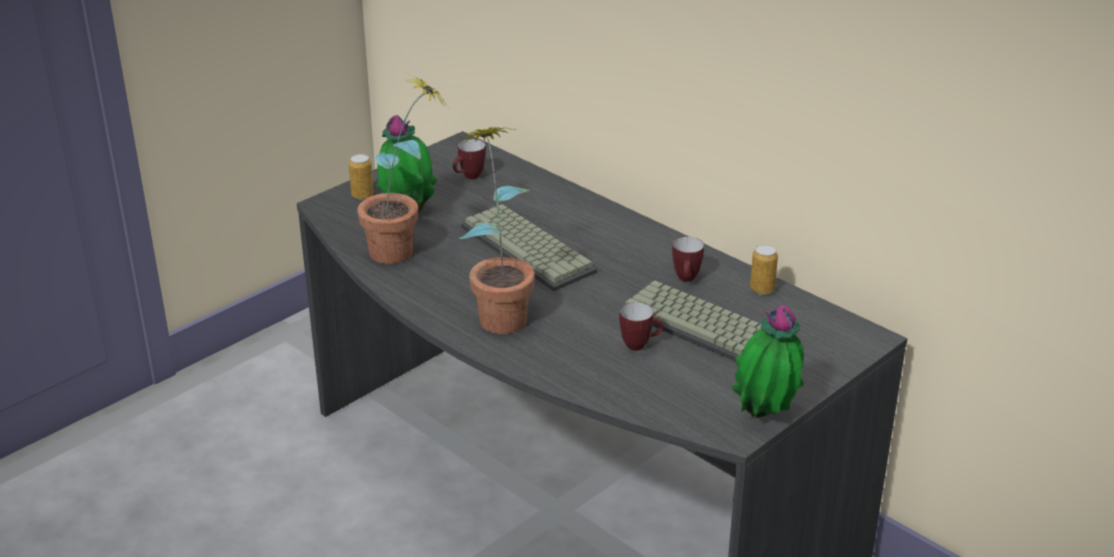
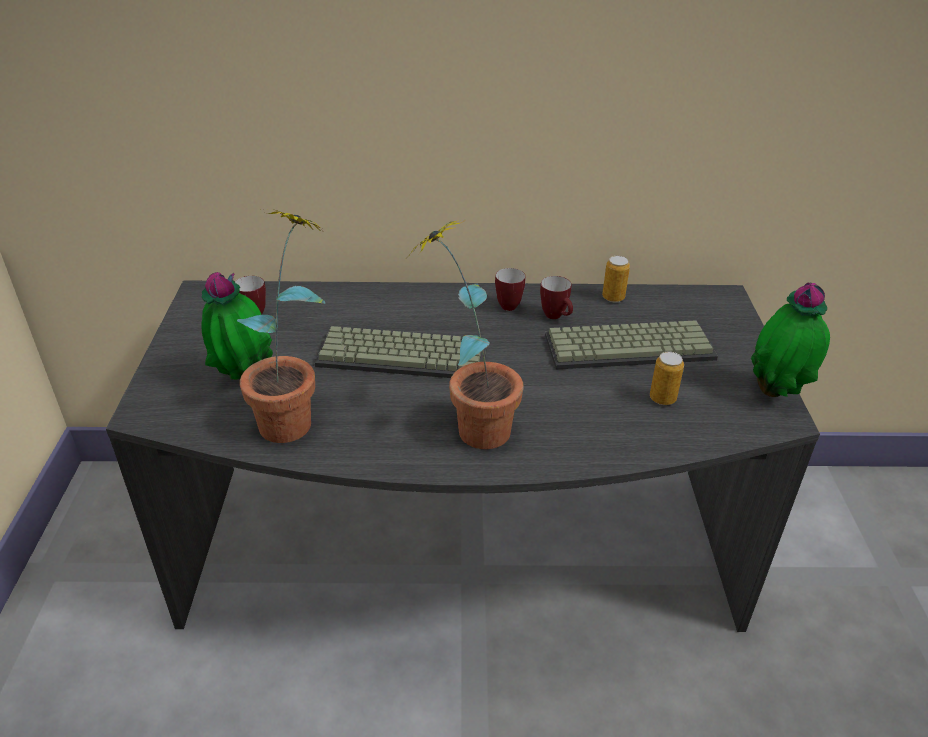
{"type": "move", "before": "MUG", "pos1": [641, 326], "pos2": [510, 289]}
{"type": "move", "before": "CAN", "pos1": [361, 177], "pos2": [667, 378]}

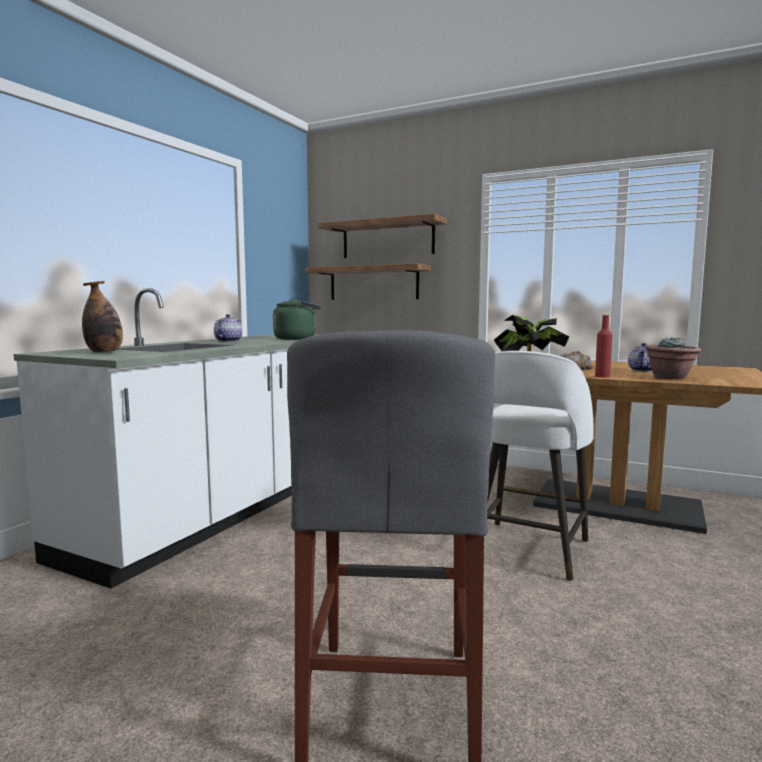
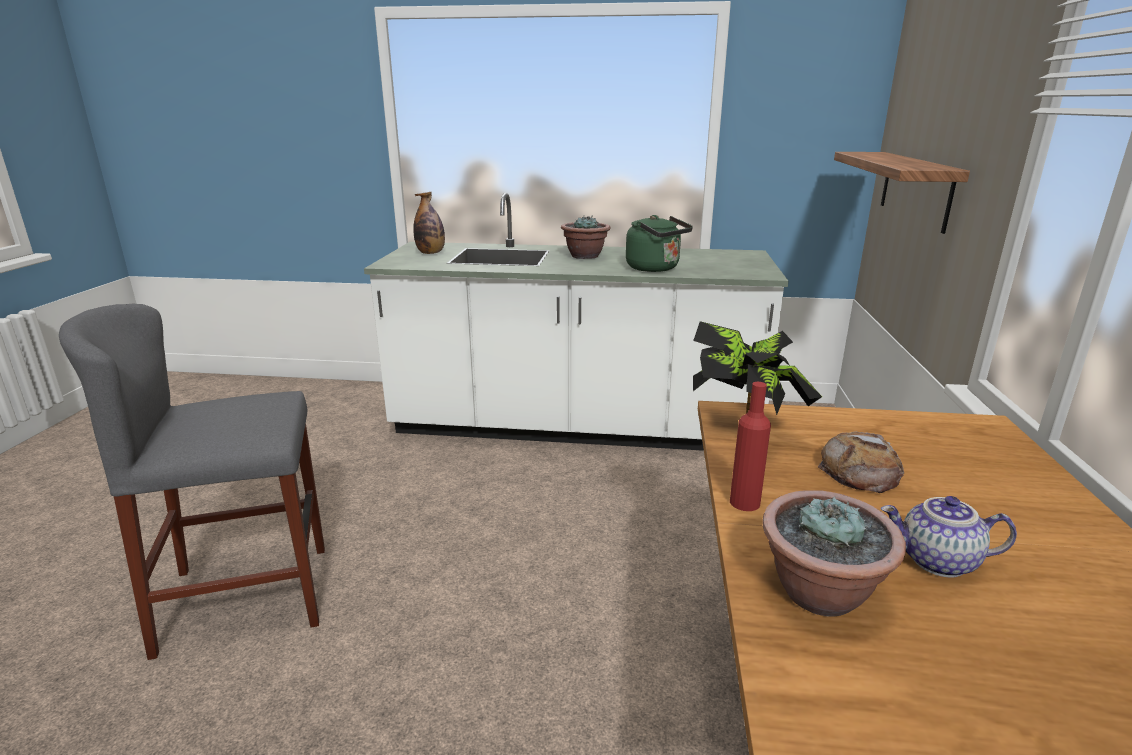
{"type": "replace", "before": "TEAPOT", "after": "POTTED PLANT", "pos1": [228, 328], "pos2": [585, 237]}
{"type": "delete", "before": "SHELF", "pos1": [382, 236]}
{"type": "delete", "before": "WHITE STOOL", "pos1": [540, 466]}

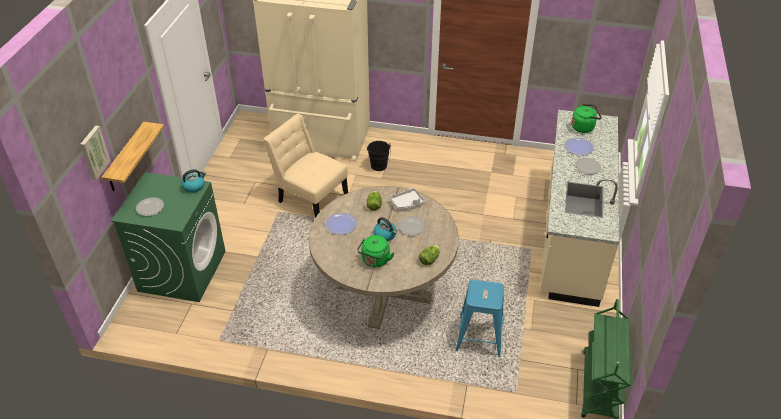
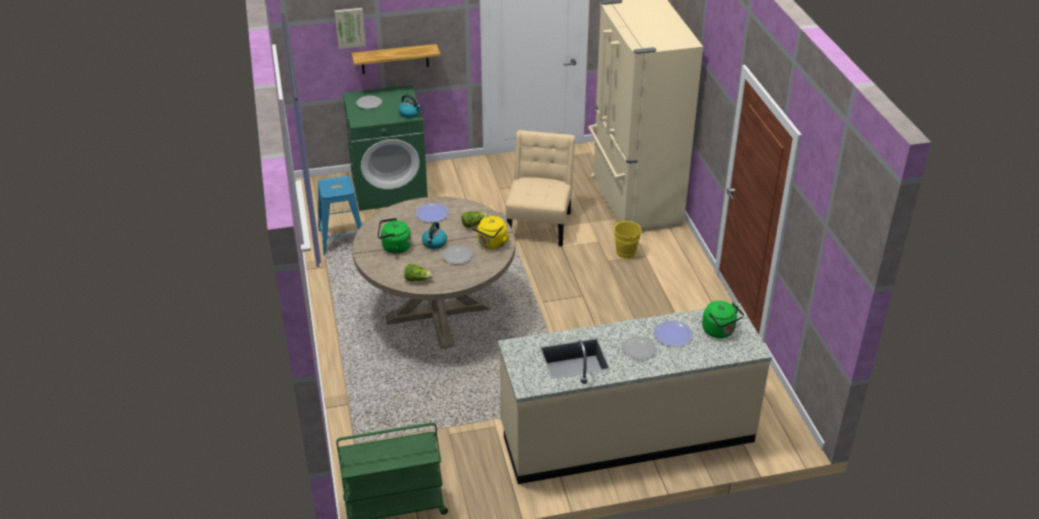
{"type": "move", "before": "BLUE STOOL", "pos1": [480, 318], "pos2": [340, 215]}
{"type": "replace", "before": "GREY TRAY", "after": "YELLOW KETTLE", "pos1": [407, 199], "pos2": [491, 232]}
{"type": "recolor", "before": "BLACK BUCKET", "after": "YELLOW BUCKET", "pos1": [379, 156], "pos2": [625, 239]}

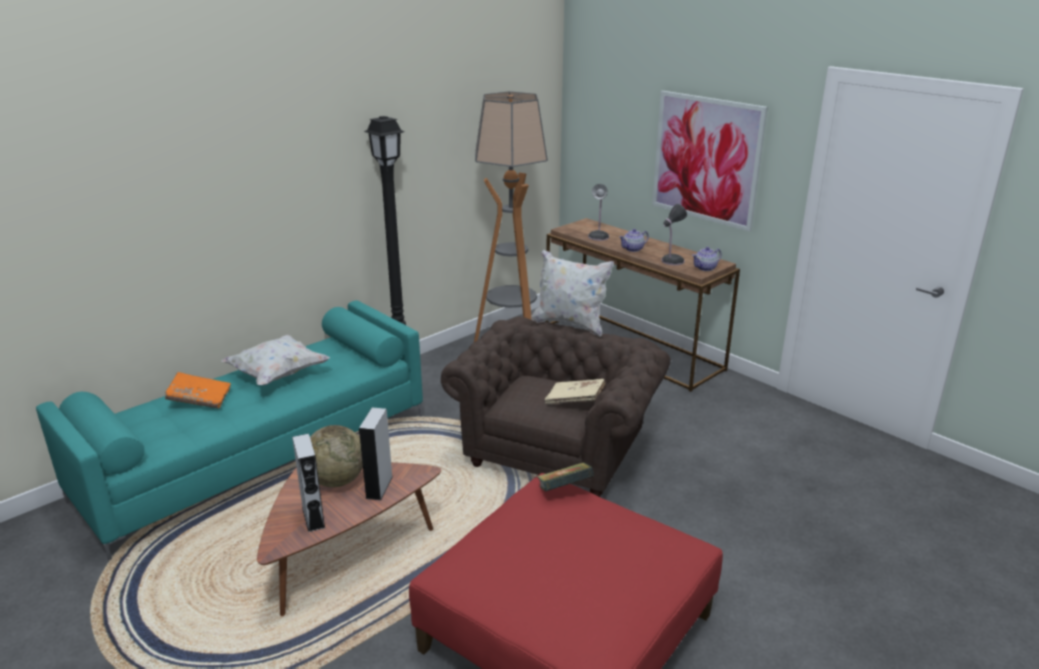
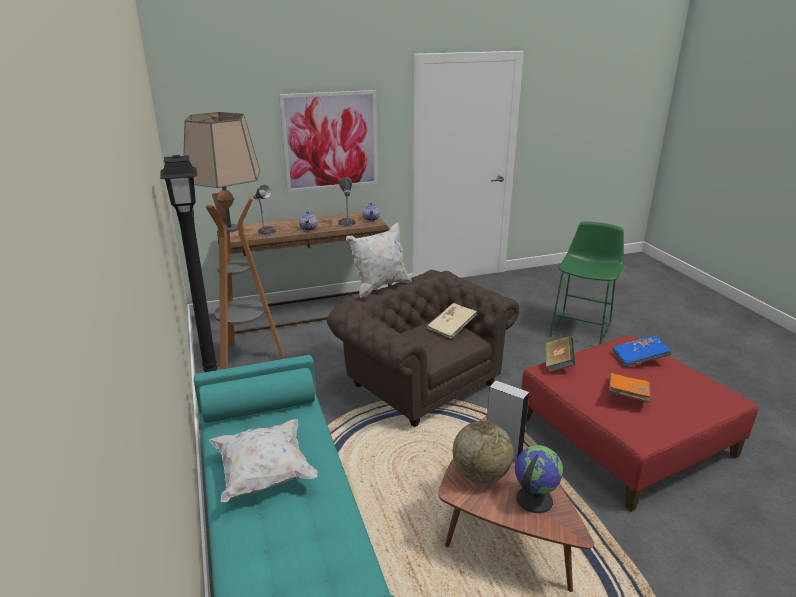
{"type": "replace", "before": "GREY SPEAKER", "after": "GLOBE", "pos1": [308, 483], "pos2": [539, 479]}
{"type": "insert", "after": "GREEN STOOL", "pos2": [587, 283]}
{"type": "move", "before": "ORANGE BOOK", "pos1": [198, 390], "pos2": [630, 387]}
{"type": "insert", "after": "BLUE BOOK", "pos2": [642, 351]}

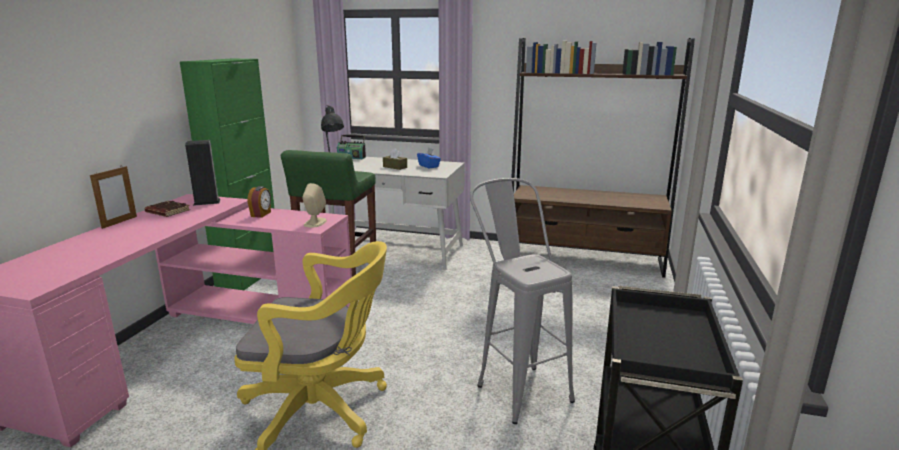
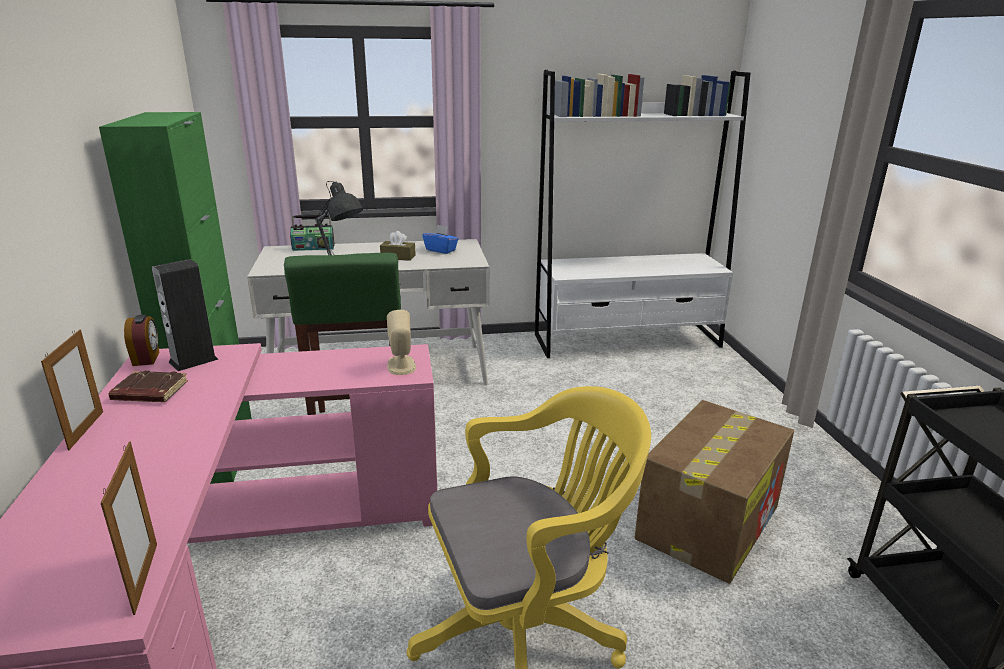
{"type": "insert", "after": "PICTURE FRAME", "pos2": [129, 528]}
{"type": "move", "before": "ALARM CLOCK", "pos1": [259, 202], "pos2": [141, 340]}
{"type": "recolor", "before": "BROWN BOOKCASE", "after": "WHITE BOOKCASE", "pos1": [603, 158], "pos2": [643, 214]}
{"type": "replace", "before": "GREY STOOL", "after": "CARDBOARD BOX", "pos1": [522, 301], "pos2": [714, 492]}

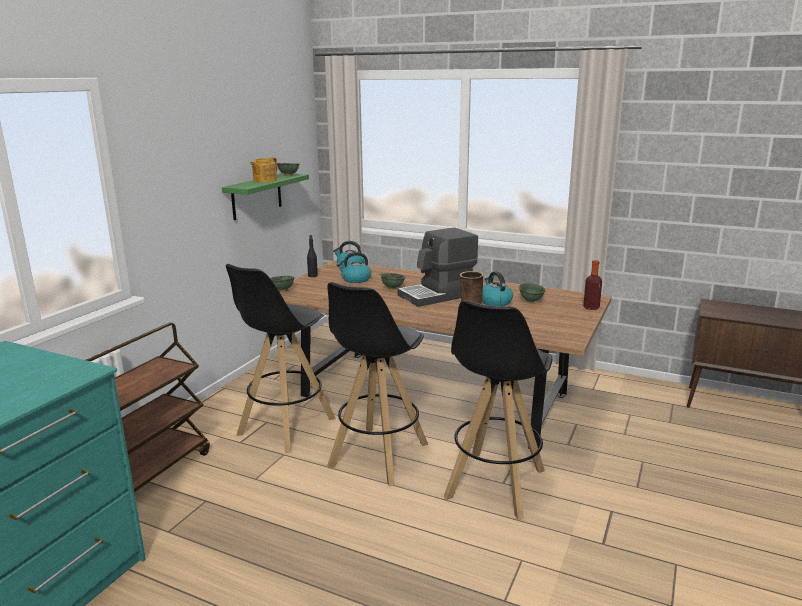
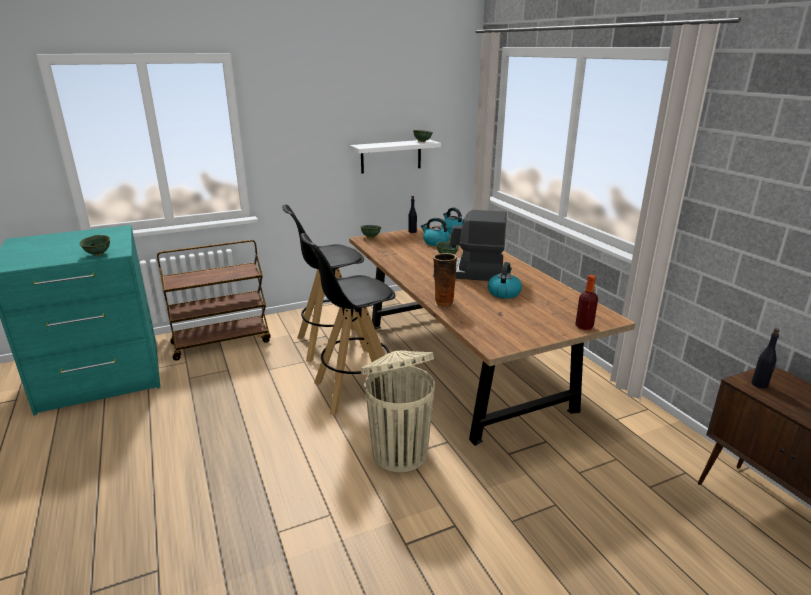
{"type": "move", "before": "GREEN BOWL", "pos1": [532, 293], "pos2": [95, 245]}
{"type": "recolor", "before": "GREEN SHELF", "after": "WHITE SHELF", "pos1": [265, 196], "pos2": [395, 156]}
{"type": "replace", "before": "BLACK STOOL", "after": "BEIGE TRASH CAN", "pos1": [498, 410], "pos2": [398, 411]}
{"type": "insert", "after": "BLACK BOTTLE", "pos2": [765, 358]}
{"type": "delete", "before": "TEAPOT", "pos1": [263, 169]}

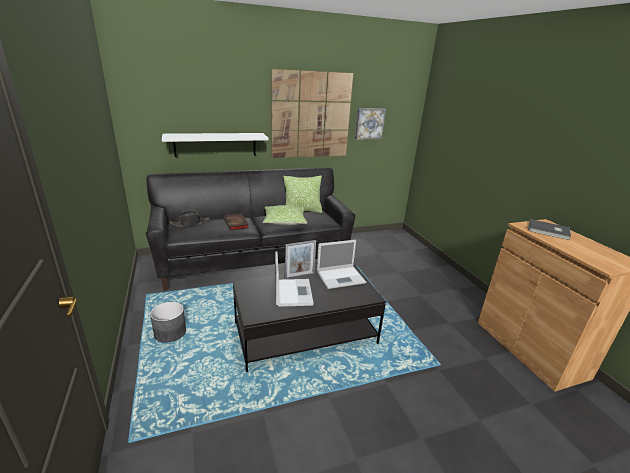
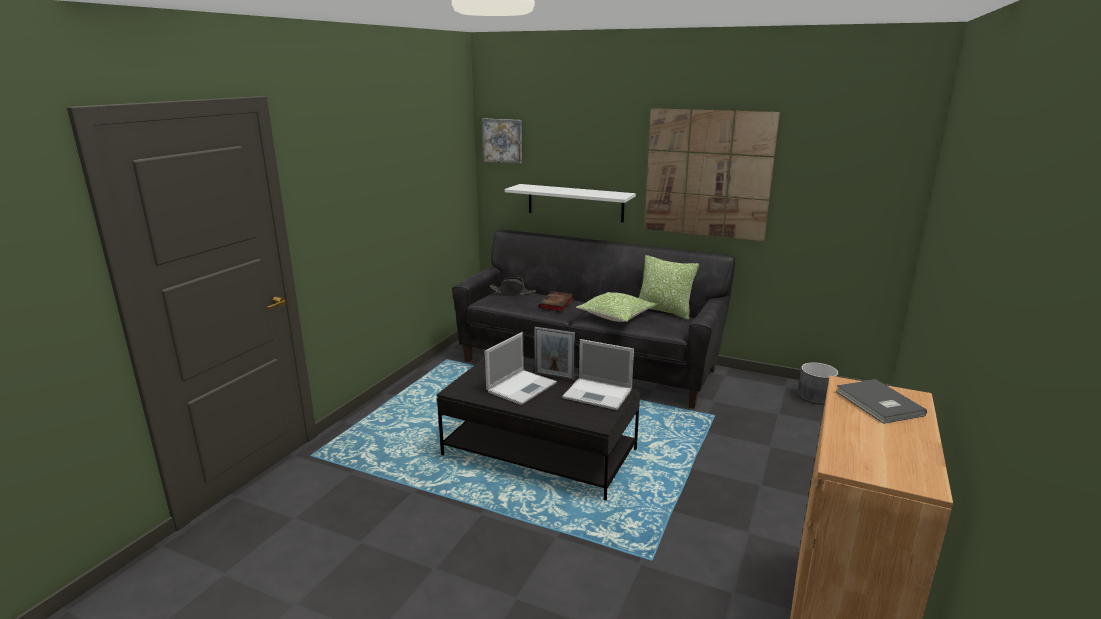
{"type": "move", "before": "PICTURE", "pos1": [370, 124], "pos2": [502, 141]}
{"type": "move", "before": "GREY PLANTER", "pos1": [168, 322], "pos2": [817, 383]}

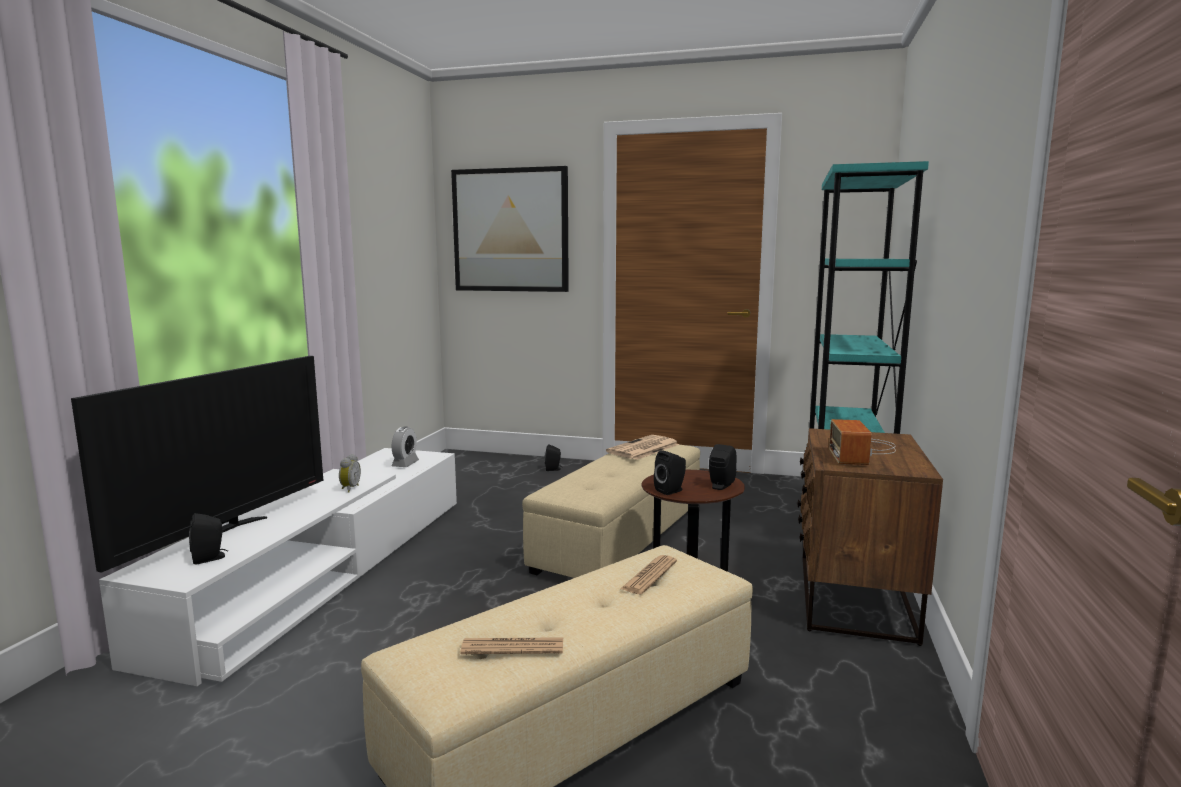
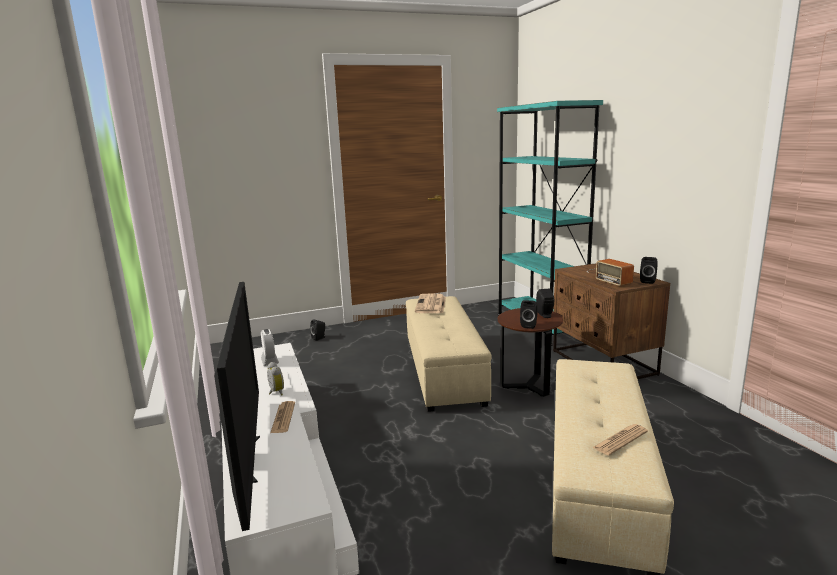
{"type": "move", "before": "NEWSPAPER", "pos1": [649, 574], "pos2": [282, 417]}
{"type": "move", "before": "BLACK SPEAKER", "pos1": [208, 539], "pos2": [649, 270]}
{"type": "delete", "before": "PICTURE", "pos1": [510, 229]}

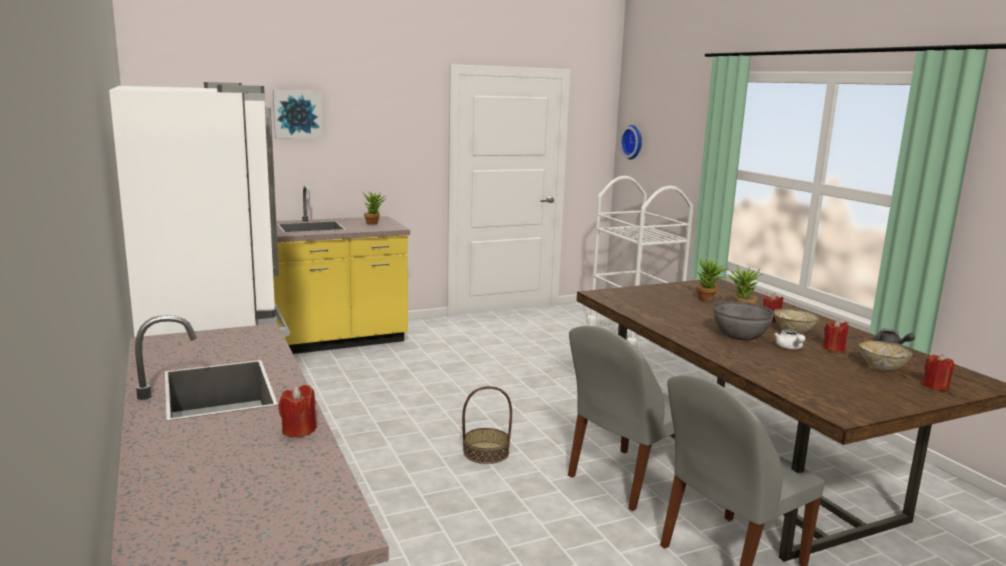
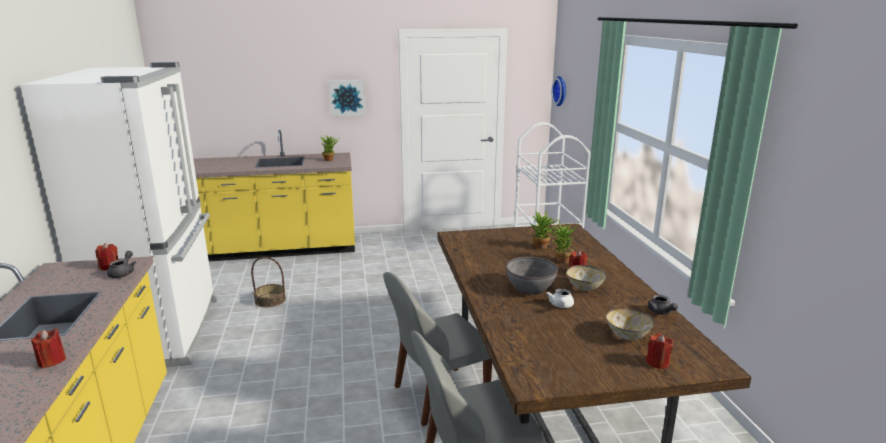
{"type": "move", "before": "RED CANDLE", "pos1": [835, 335], "pos2": [106, 256]}
{"type": "insert", "after": "GREY TEAPOT", "pos2": [121, 264]}
{"type": "move", "before": "BASKET", "pos1": [487, 425], "pos2": [268, 282]}
{"type": "move", "before": "PICTURE", "pos1": [298, 114], "pos2": [347, 98]}

